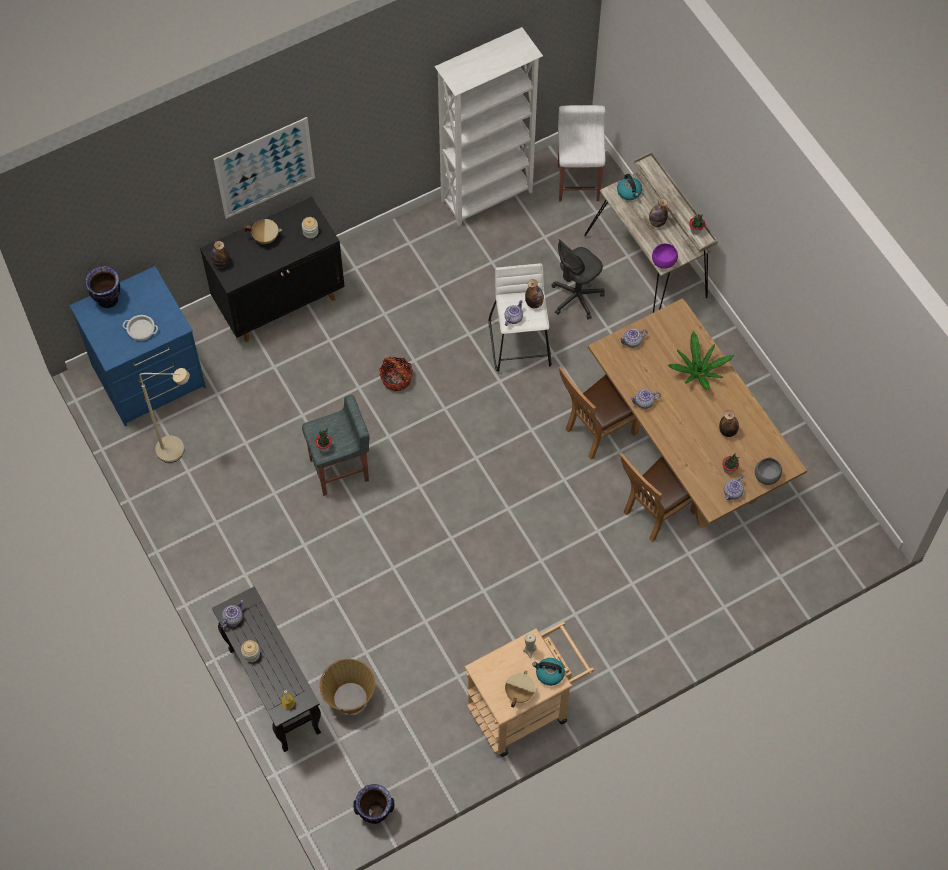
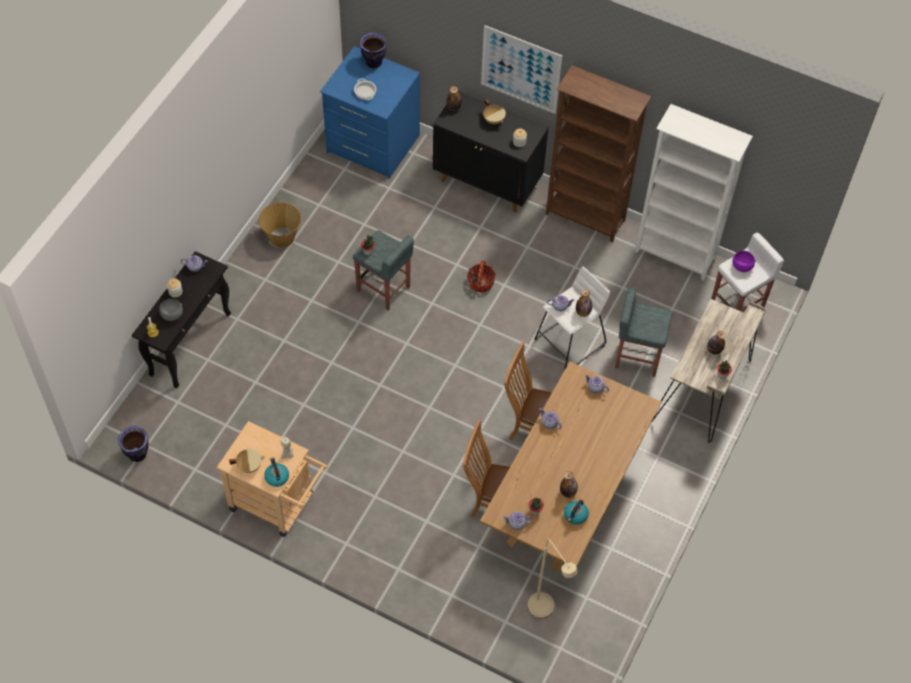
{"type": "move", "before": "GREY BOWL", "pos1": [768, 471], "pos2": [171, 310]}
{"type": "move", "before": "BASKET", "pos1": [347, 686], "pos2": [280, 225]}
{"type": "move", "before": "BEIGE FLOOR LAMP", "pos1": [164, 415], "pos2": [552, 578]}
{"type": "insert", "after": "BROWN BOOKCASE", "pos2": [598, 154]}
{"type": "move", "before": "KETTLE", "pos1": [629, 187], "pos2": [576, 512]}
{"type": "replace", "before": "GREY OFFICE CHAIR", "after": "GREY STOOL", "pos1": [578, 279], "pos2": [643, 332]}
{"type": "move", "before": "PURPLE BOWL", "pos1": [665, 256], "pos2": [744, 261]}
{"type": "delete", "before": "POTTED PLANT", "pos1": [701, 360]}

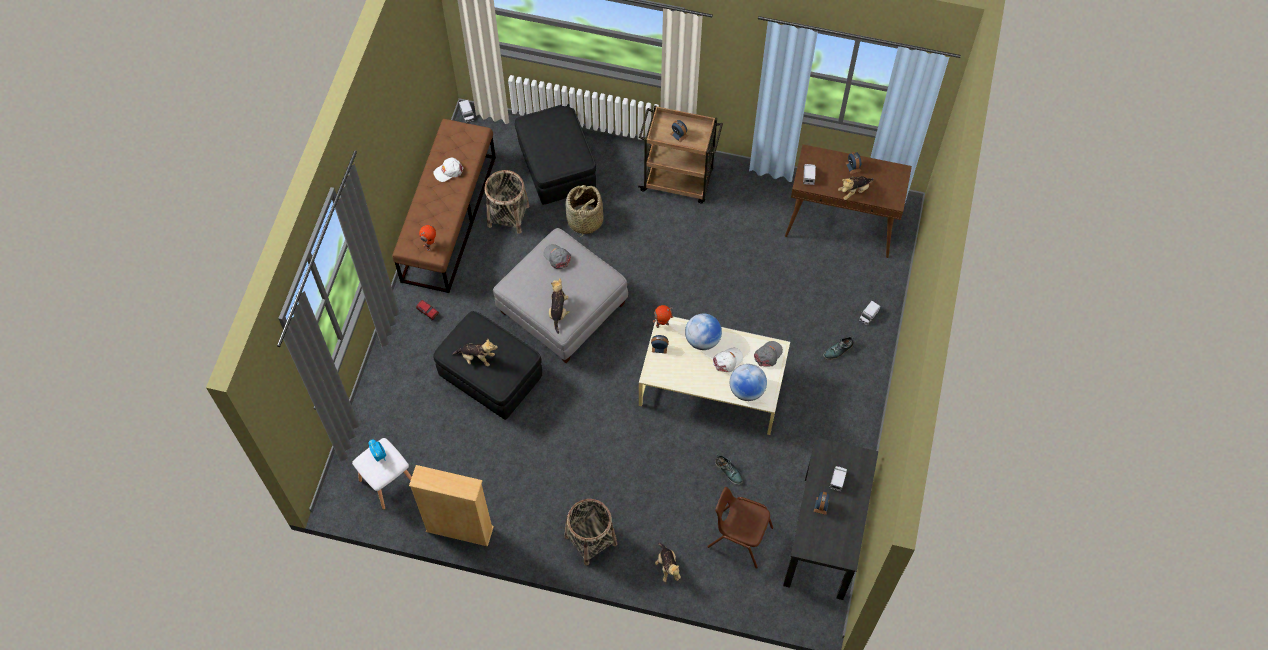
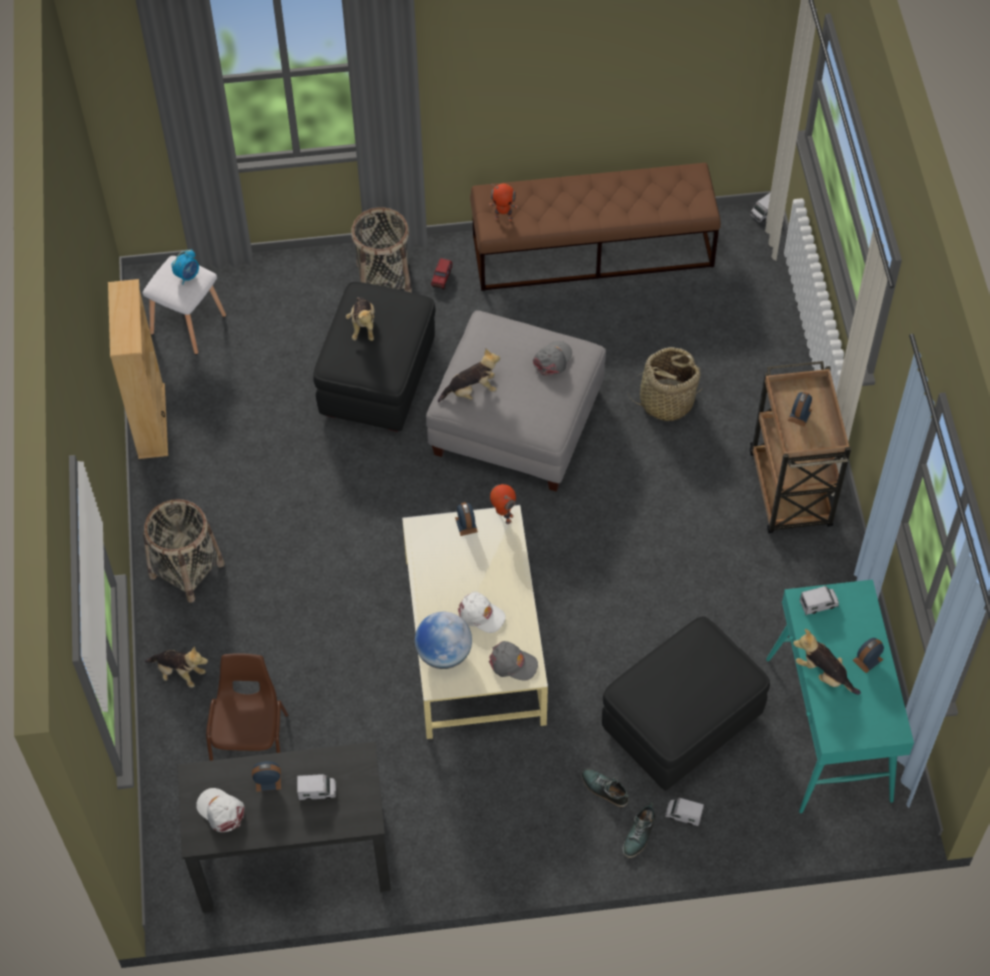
{"type": "rotate", "before": "PLUSH TOY", "pos1": [668, 562], "pos2": [176, 667], "turn": -120}
{"type": "move", "before": "WHITE CAP", "pos1": [448, 169], "pos2": [220, 810]}
{"type": "move", "before": "BASKET", "pos1": [507, 202], "pos2": [381, 250]}
{"type": "move", "before": "BLACK OTTOMAN", "pos1": [555, 154], "pos2": [686, 703]}
{"type": "move", "before": "SHOE", "pos1": [729, 469], "pos2": [639, 830]}
{"type": "recolor", "before": "BROWN CONSOLE TABLE", "after": "TURQUOISE CONSOLE TABLE", "pos1": [848, 201], "pos2": [840, 696]}
{"type": "delete", "before": "GLOBE", "pos1": [703, 331]}

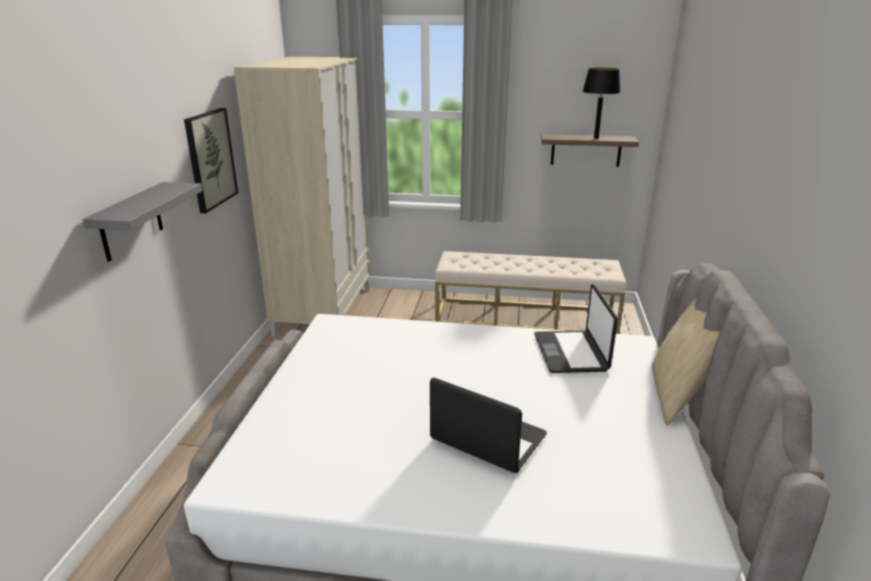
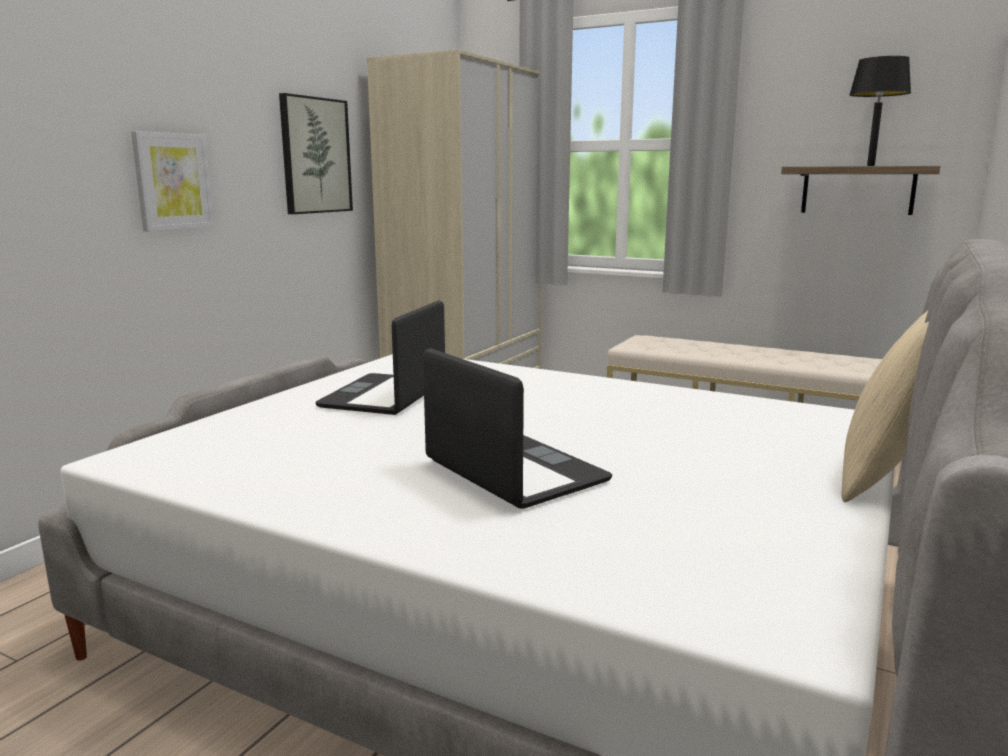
{"type": "replace", "before": "GREY SHELF", "after": "PICTURE", "pos1": [142, 222], "pos2": [172, 181]}
{"type": "move", "before": "LAPTOP", "pos1": [576, 328], "pos2": [380, 357]}

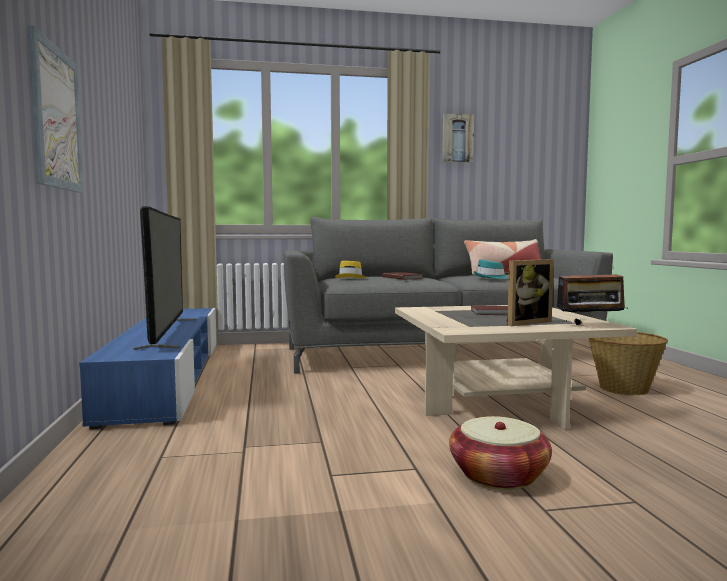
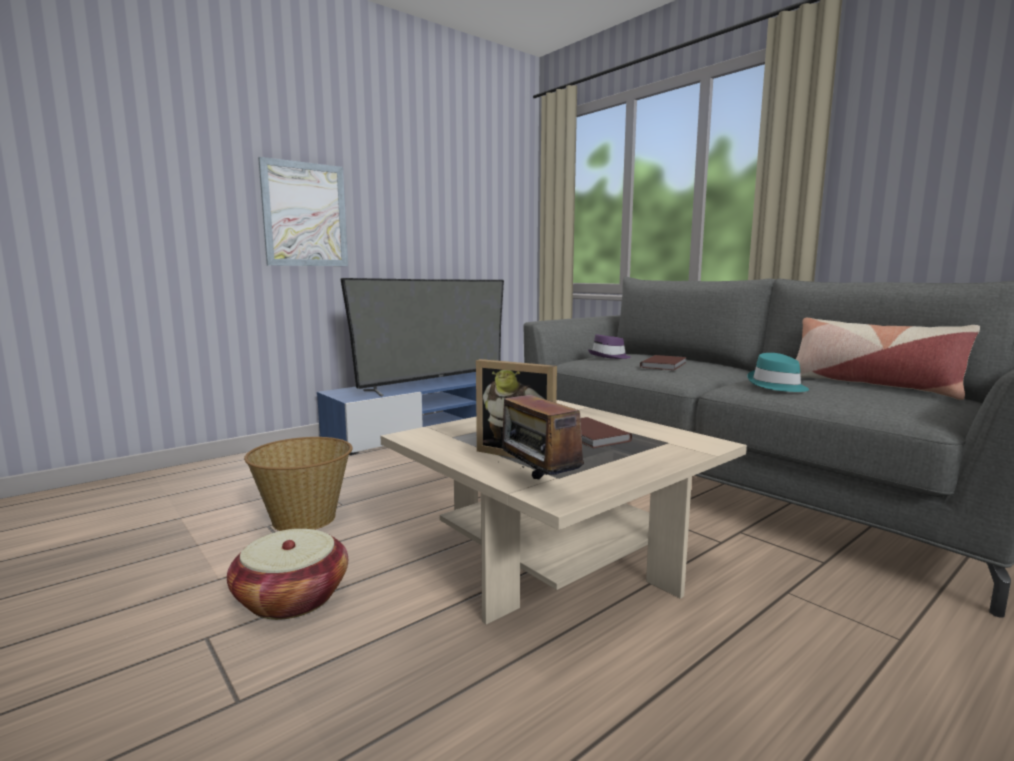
{"type": "move", "before": "BASKET", "pos1": [628, 363], "pos2": [298, 484]}
{"type": "recolor", "before": "YELLOW HAT", "after": "PURPLE HAT", "pos1": [350, 269], "pos2": [609, 346]}
{"type": "delete", "before": "PICTURE", "pos1": [458, 138]}

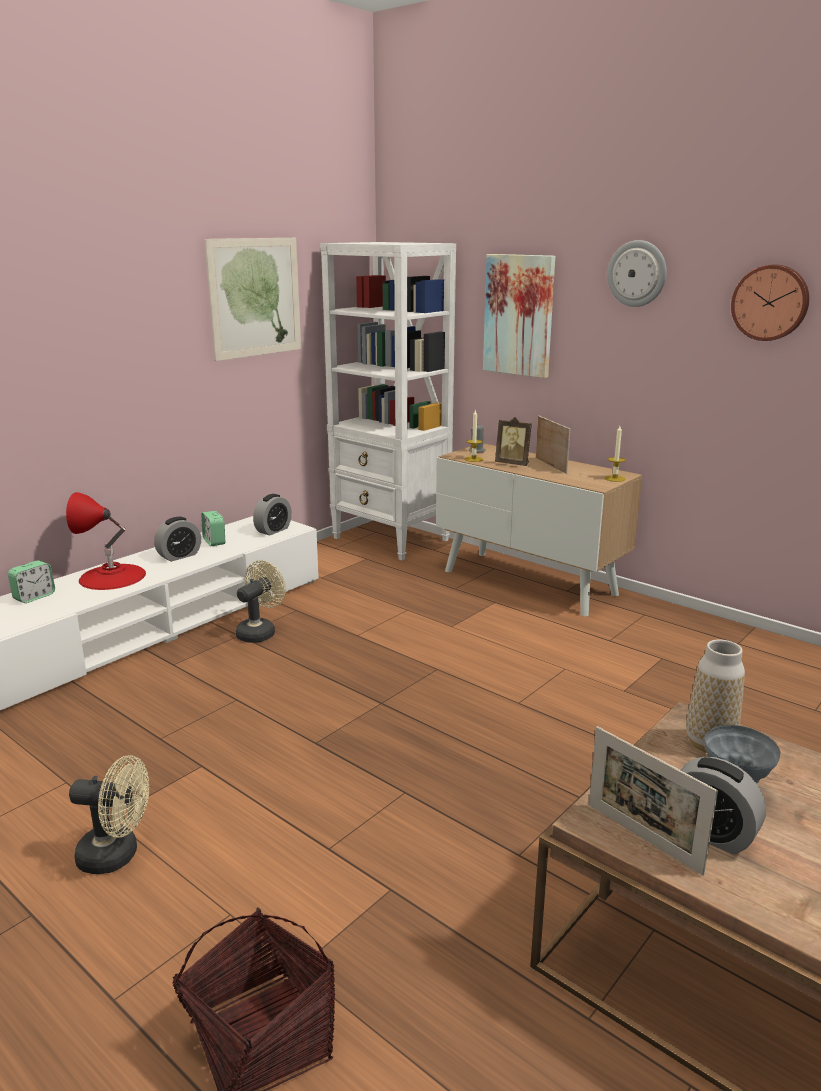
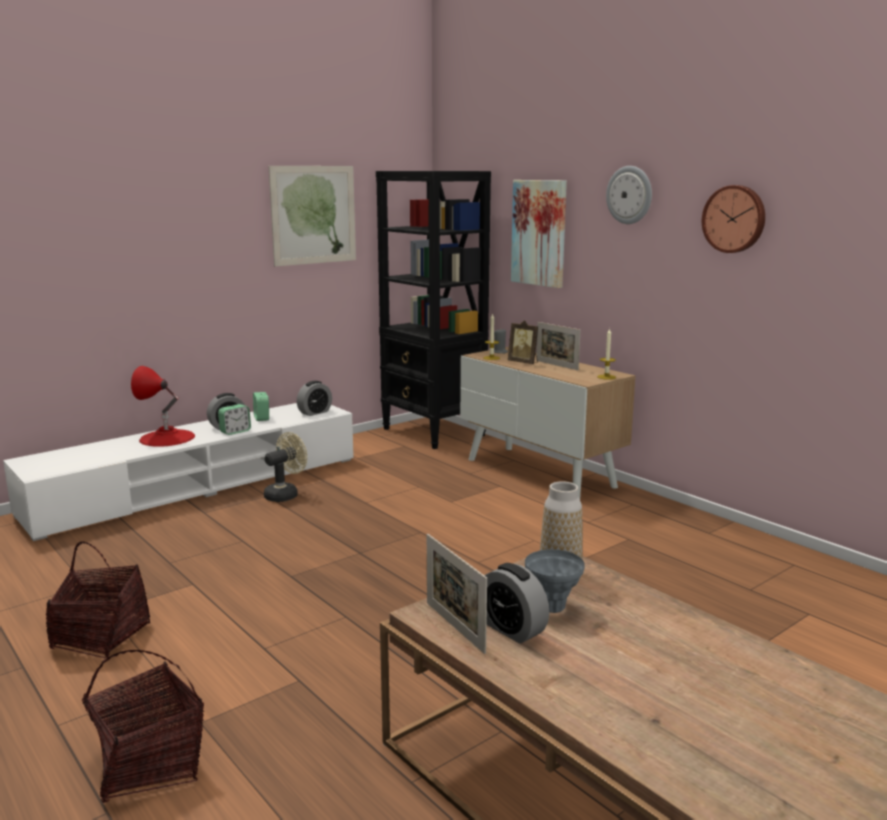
{"type": "replace", "before": "BEIGE FAN", "after": "BASKET", "pos1": [109, 814], "pos2": [98, 600]}
{"type": "move", "before": "ALARM CLOCK", "pos1": [31, 581], "pos2": [234, 419]}
{"type": "recolor", "before": "WHITE BOOKCASE", "after": "BLACK BOOKCASE", "pos1": [388, 401], "pos2": [433, 310]}
{"type": "rotate", "before": "PICTURE FRAME", "pos1": [553, 444], "pos2": [558, 346], "turn": 150}

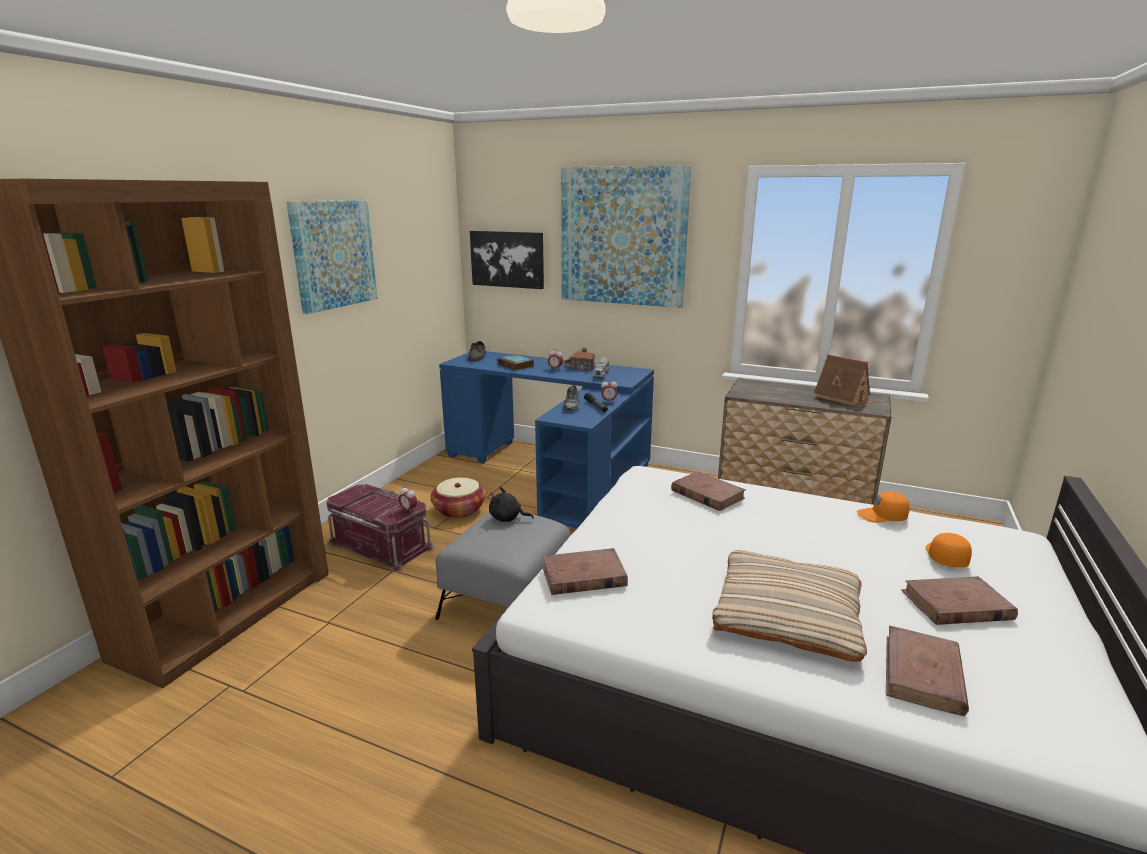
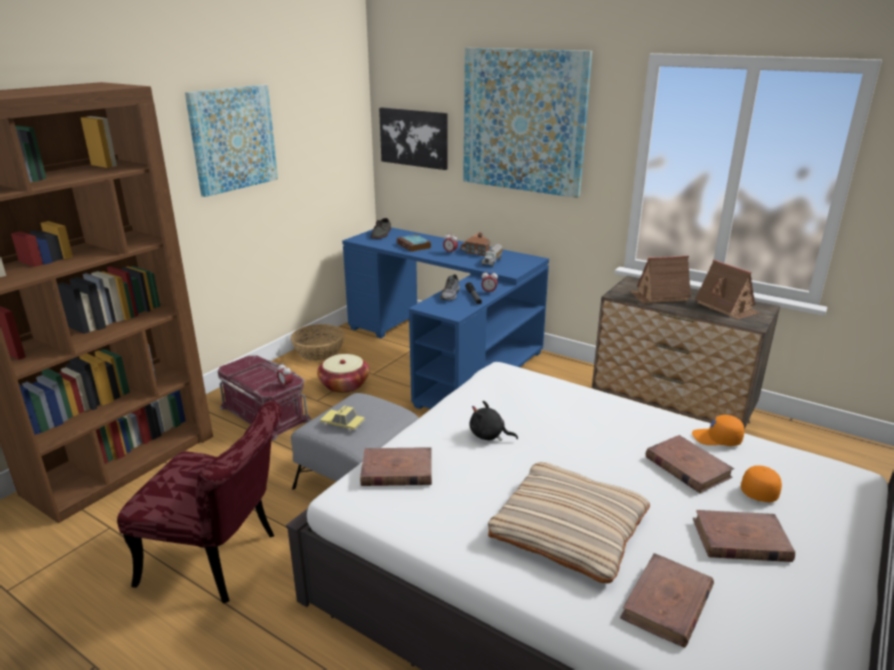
{"type": "insert", "after": "RED CHAIR", "pos2": [199, 502]}
{"type": "insert", "after": "BASKET", "pos2": [318, 342]}
{"type": "insert", "after": "TOY CAR", "pos2": [342, 419]}
{"type": "move", "before": "BLACK PLUSH TOY", "pos1": [511, 504], "pos2": [494, 421]}
{"type": "insert", "after": "TOY HOUSE", "pos2": [660, 279]}
{"type": "move", "before": "BROWN BOOK", "pos1": [708, 491], "pos2": [690, 464]}

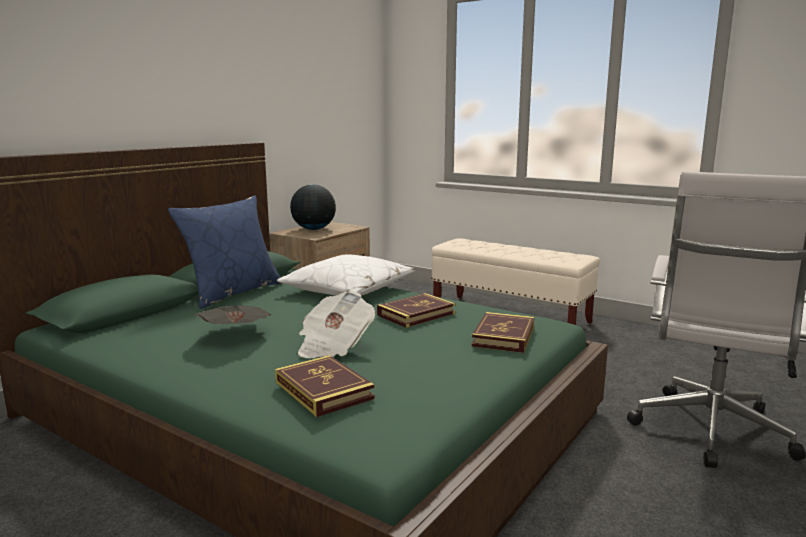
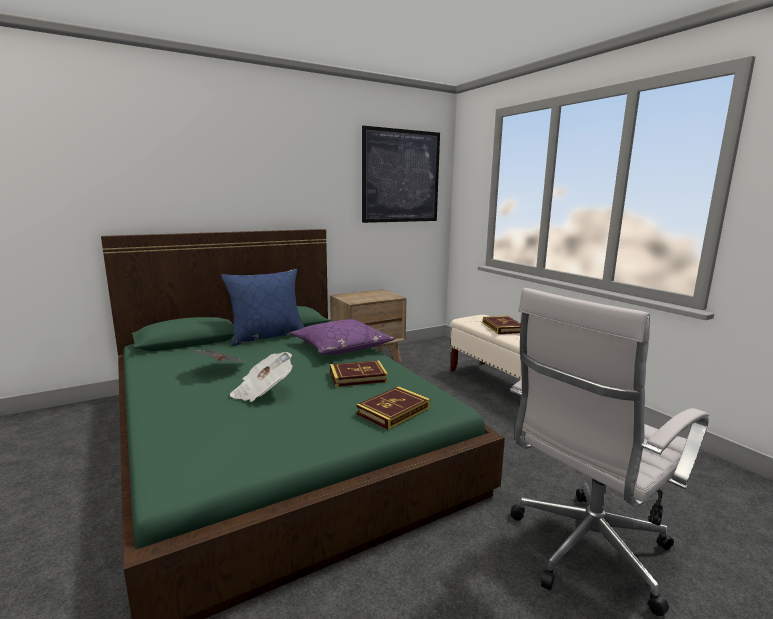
{"type": "recolor", "before": "WHITE PILLOW", "after": "PURPLE PILLOW", "pos1": [346, 275], "pos2": [343, 337]}
{"type": "insert", "after": "PICTURE", "pos2": [401, 174]}
{"type": "move", "before": "BOOK", "pos1": [325, 386], "pos2": [502, 325]}
{"type": "delete", "before": "GLOBE", "pos1": [313, 207]}

